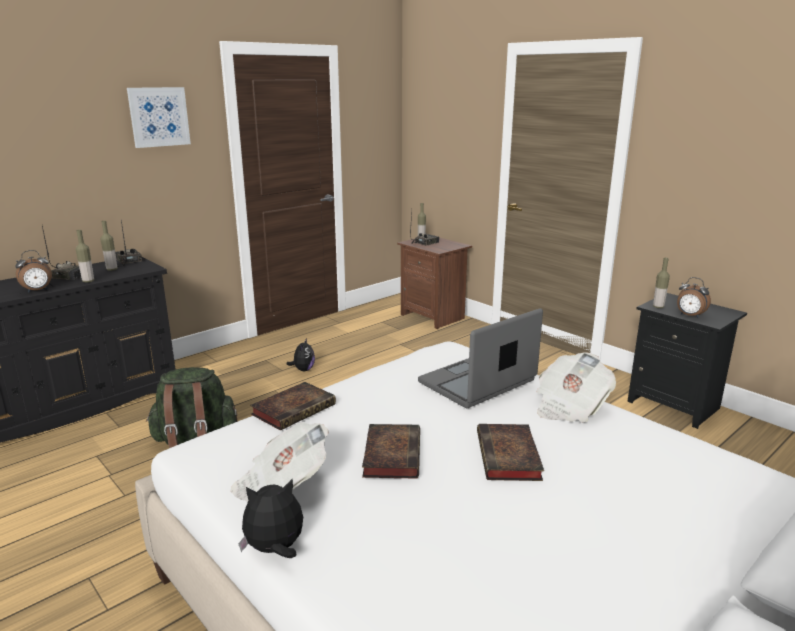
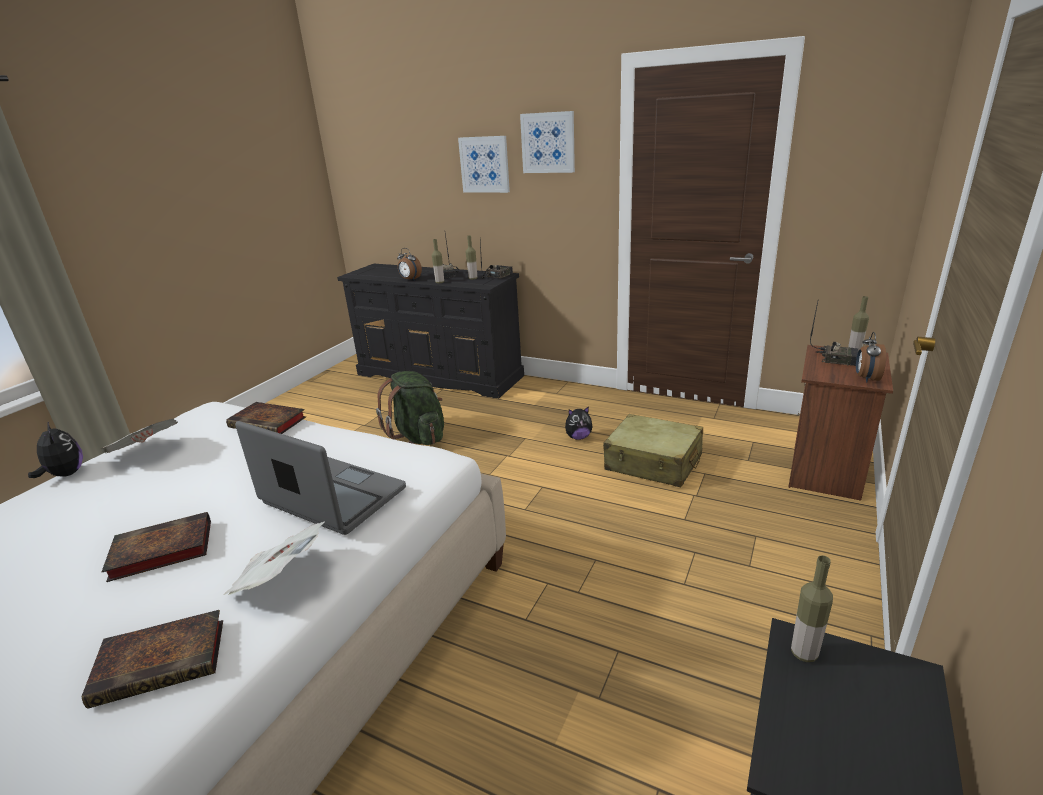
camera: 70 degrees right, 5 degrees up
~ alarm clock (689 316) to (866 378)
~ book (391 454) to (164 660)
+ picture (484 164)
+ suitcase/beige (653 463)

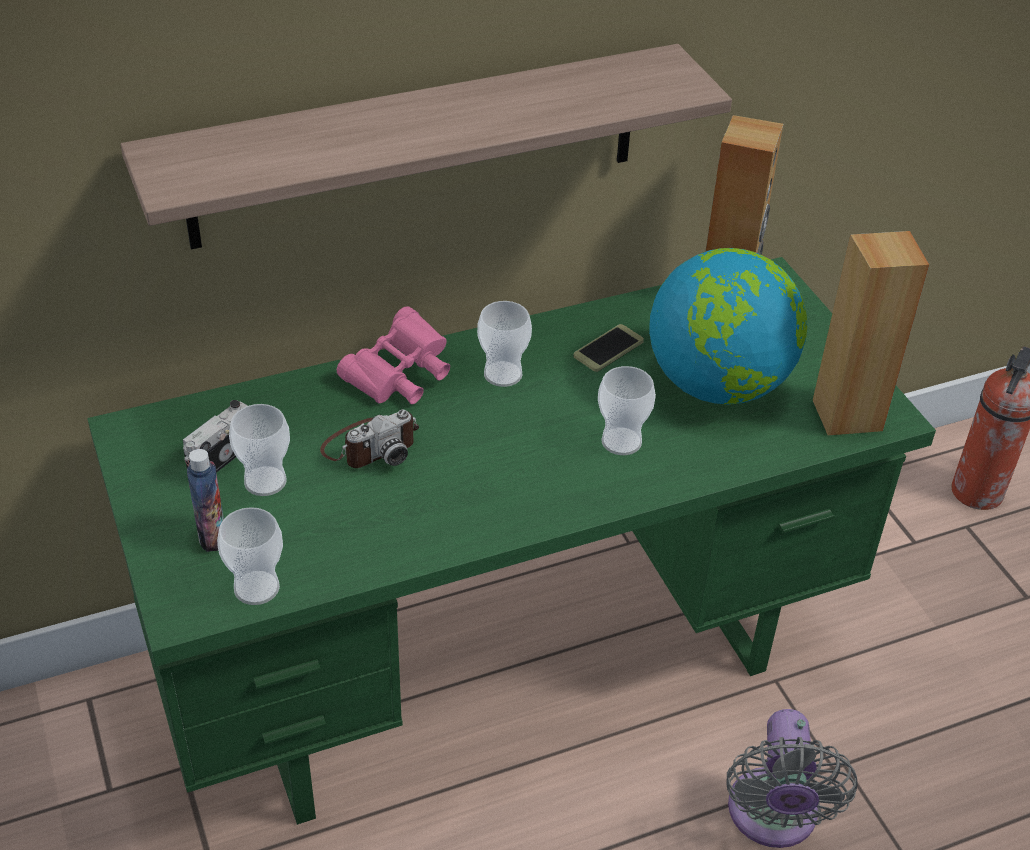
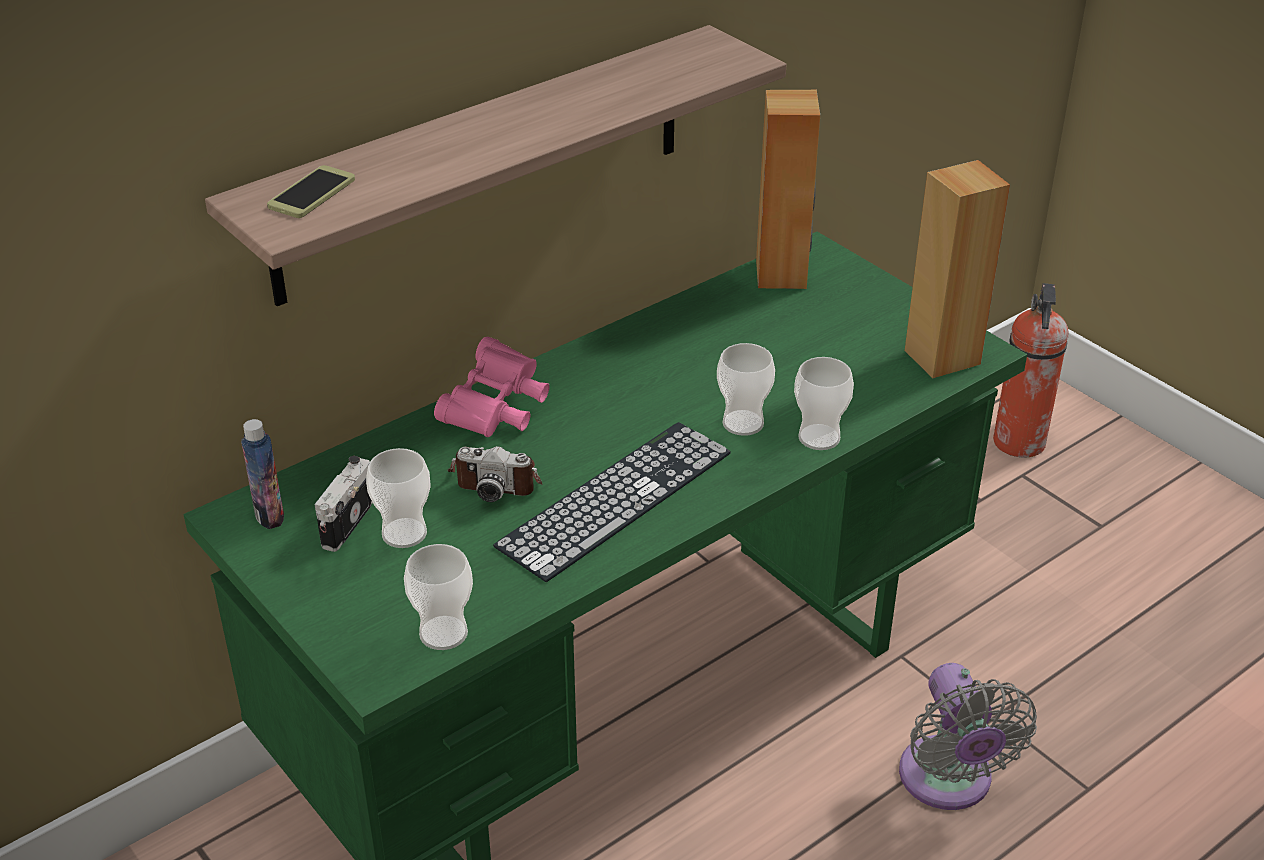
camera: 15 degrees left, 5 degrees down
- globe (718 385)
~ cup (503 374) to (819 437)
~ phone (608 349) to (312 193)
~ photo camera (370 446) = (497 478) 60 degrees clockwise
~ bottle (212 536) to (269 515)
+ keyboard (616 499)

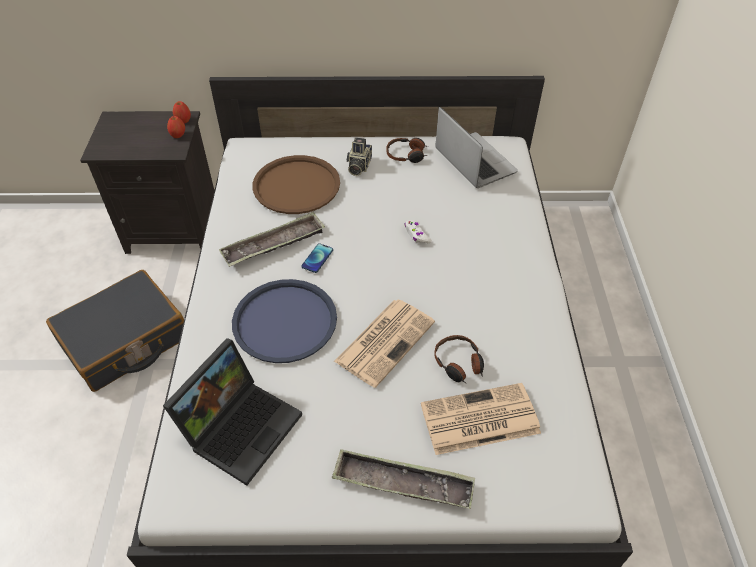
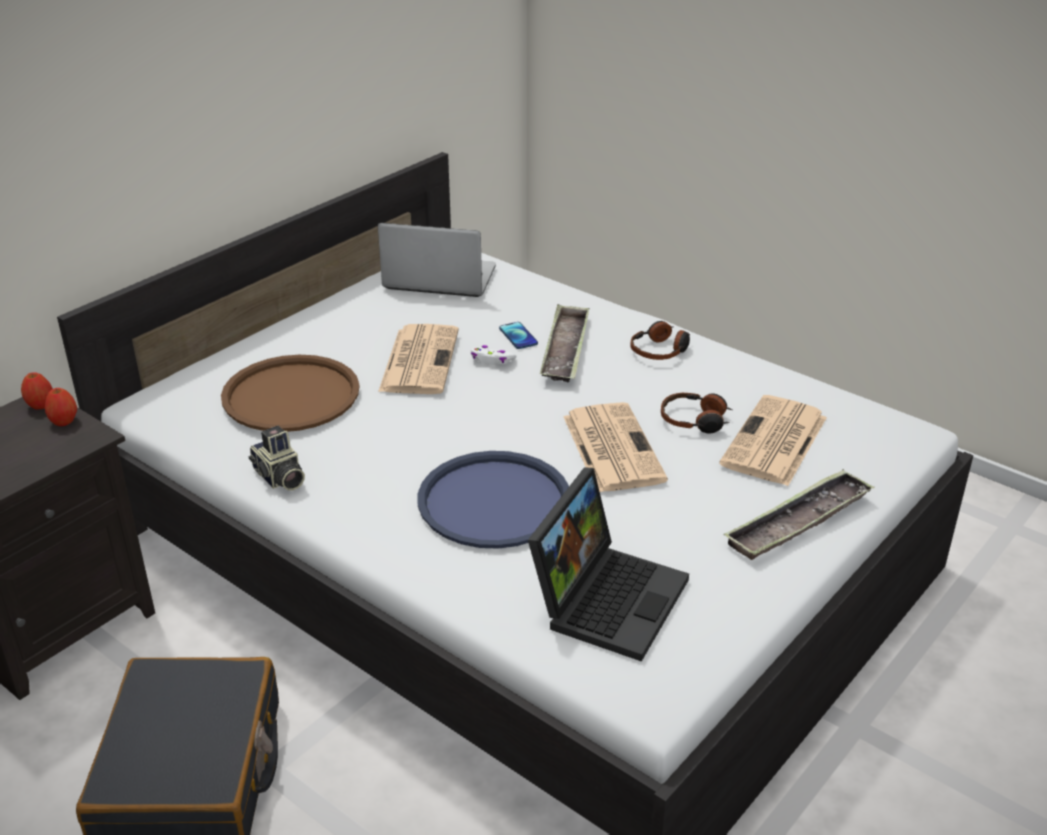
camera: 50 degrees left, 15 degrees down
~ photo camera (358 166) to (279 478)
~ headphones (406 155) to (660 350)
~ tray (274 244) to (565 350)
~ phone (317 258) to (518 336)
~ laptop (242 425) = (607 597) 45 degrees clockwise
+ newspaper (419 360)

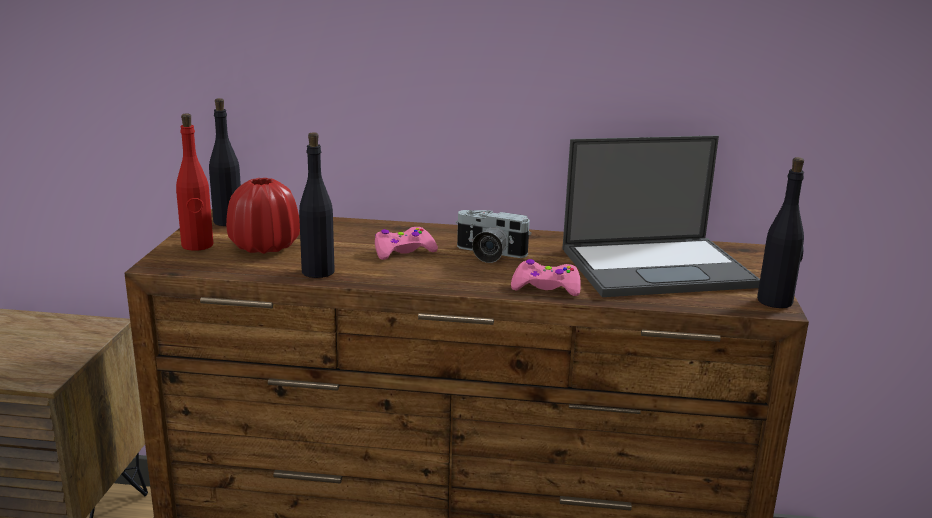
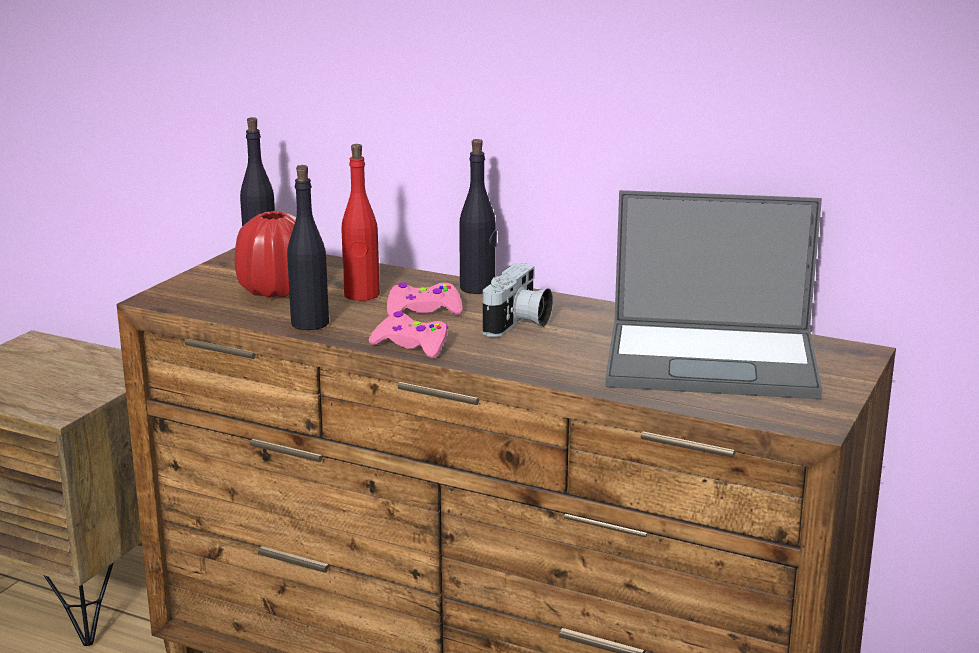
camera: 20 degrees right, 0 degrees up
~ bottle/red (197 245) to (361 295)
~ bottle/black (775 301) to (478 288)
~ photo camera (488 254) = (518 324) 105 degrees counterclockwise
~ game controller/pink (546 287) to (411 345)

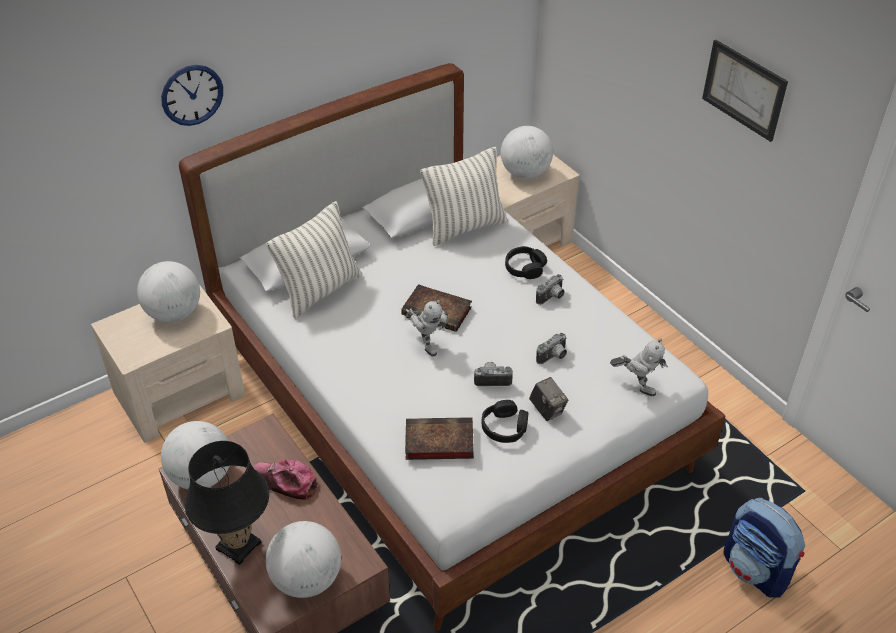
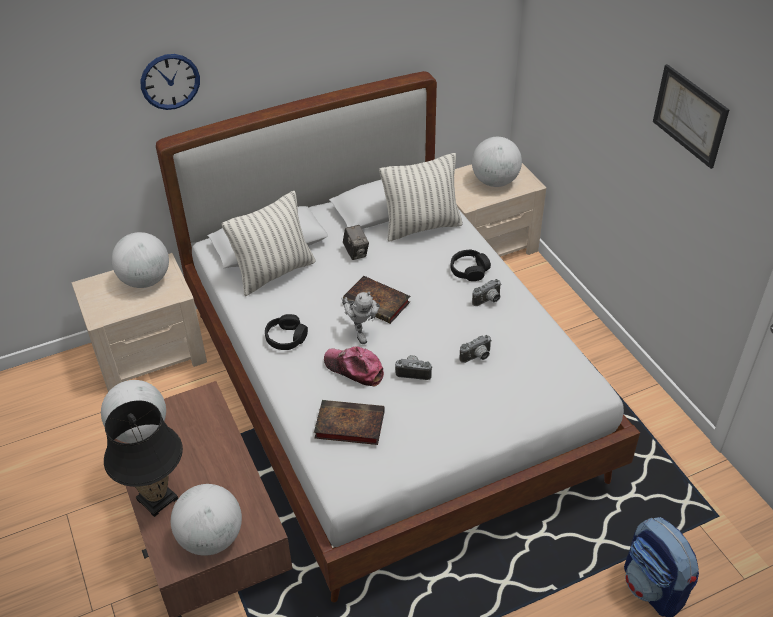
camera: 10 degrees right, 0 degrees up
- toy robot (636 385)
~ photo camera (547 410) to (356 252)
~ headphones/black (504 427) to (286 338)
~ cap (285 482) to (354 369)

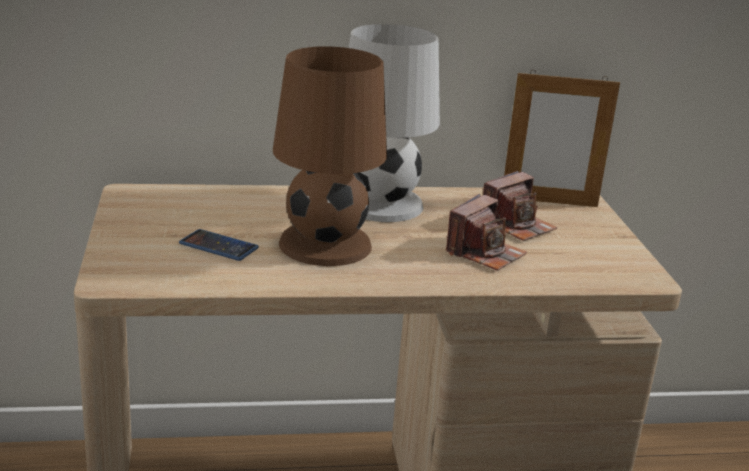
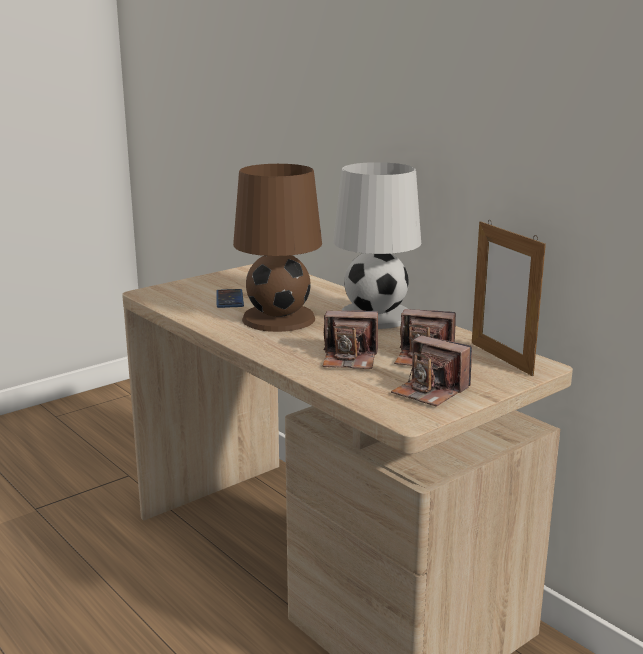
camera: 60 degrees right, 5 degrees down
+ photo camera (430 391)

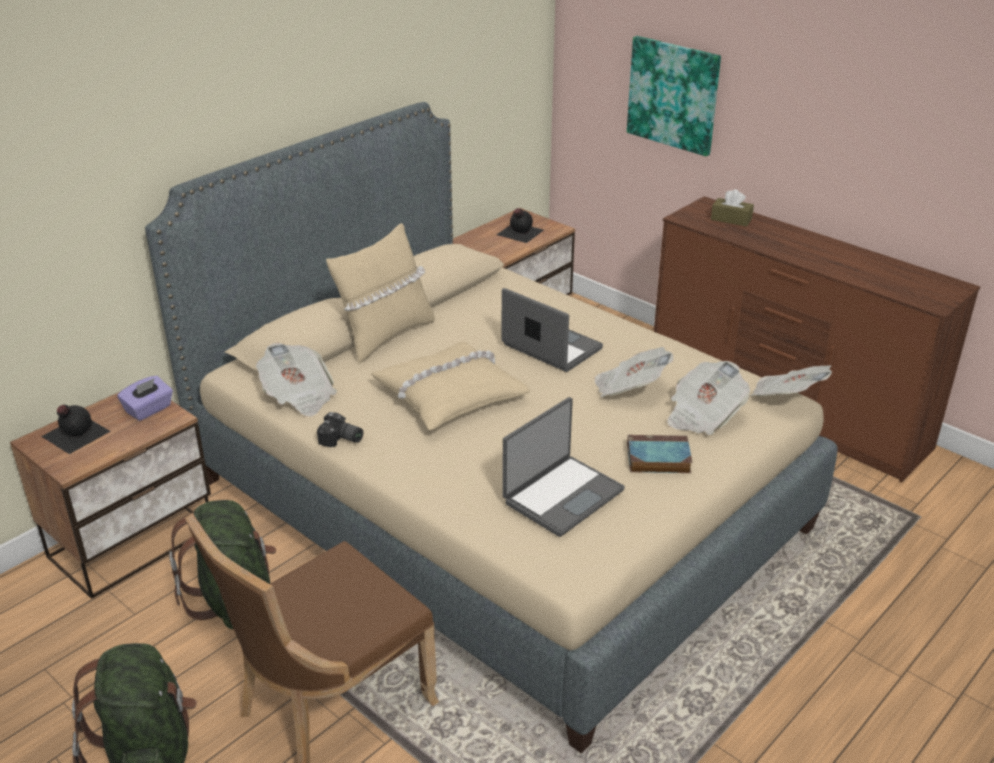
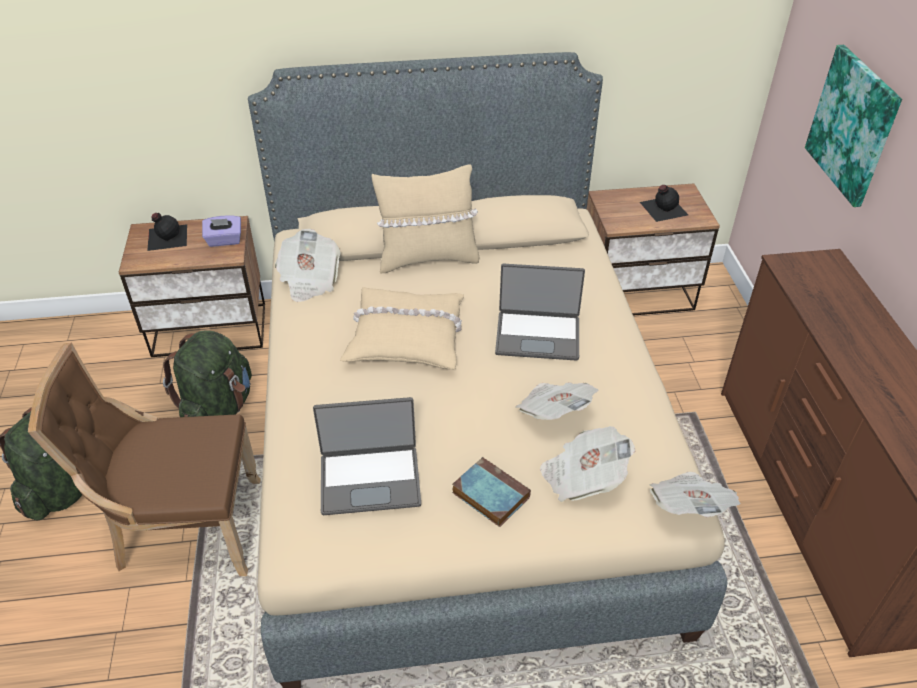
camera: 40 degrees right, 10 degrees up
- tissue box/brown (731 219)
~ laptop (550 348) = (538 335) 105 degrees clockwise
- photo camera (341 440)

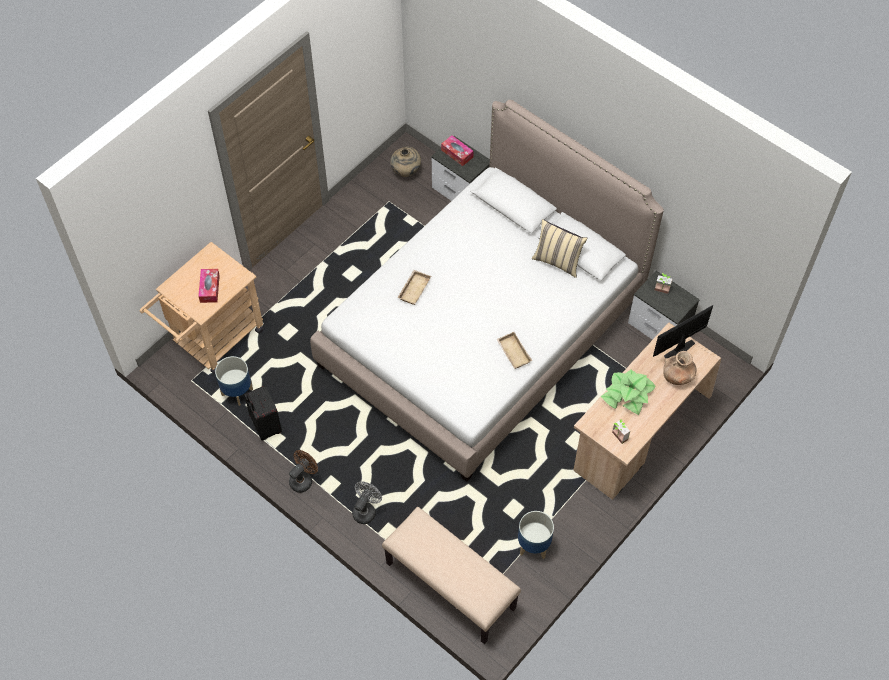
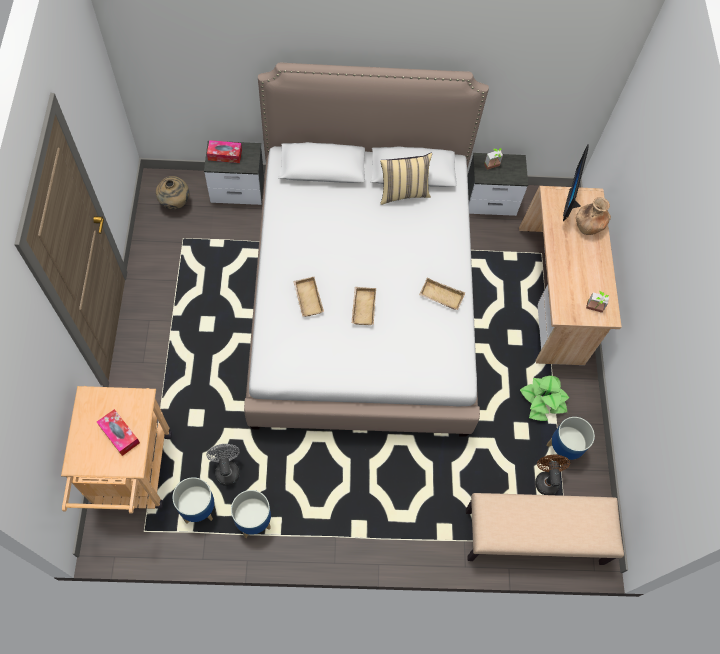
camera: 45 degrees left, 5 degrees up
~ potted plant (627 394) to (543 400)
~ suitcase/black (265 426) to planter (253 521)
~ fan/brown (303 479) to (546 479)
~ fan/grey (366 510) to (226 469)
+ tray/beige (362 307)

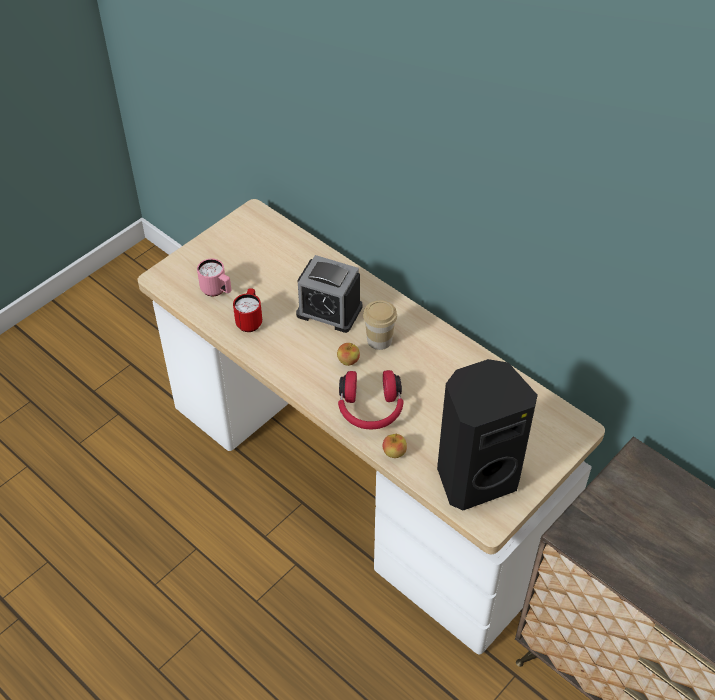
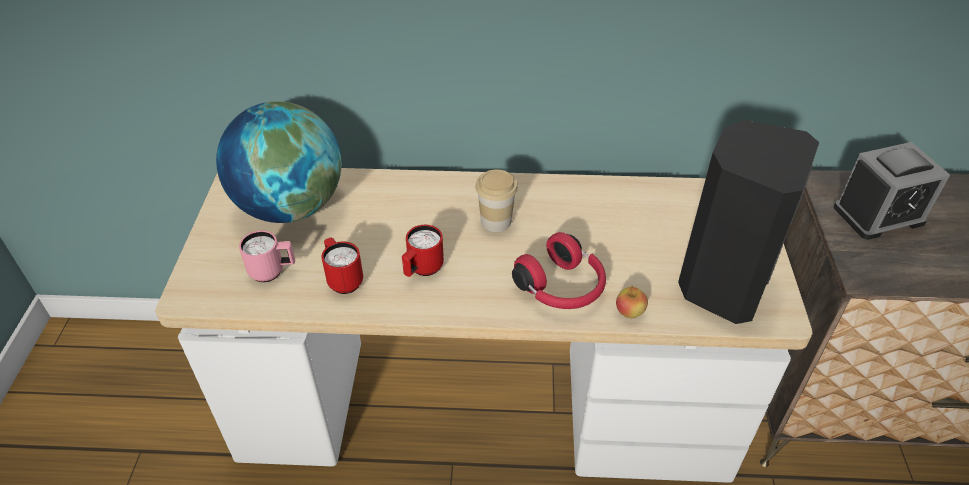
camera: 40 degrees left, 5 degrees down
~ alarm clock (329 311) to (878 215)
- apple (348 361)
+ globe (290 207)
+ mug/red (422 270)

